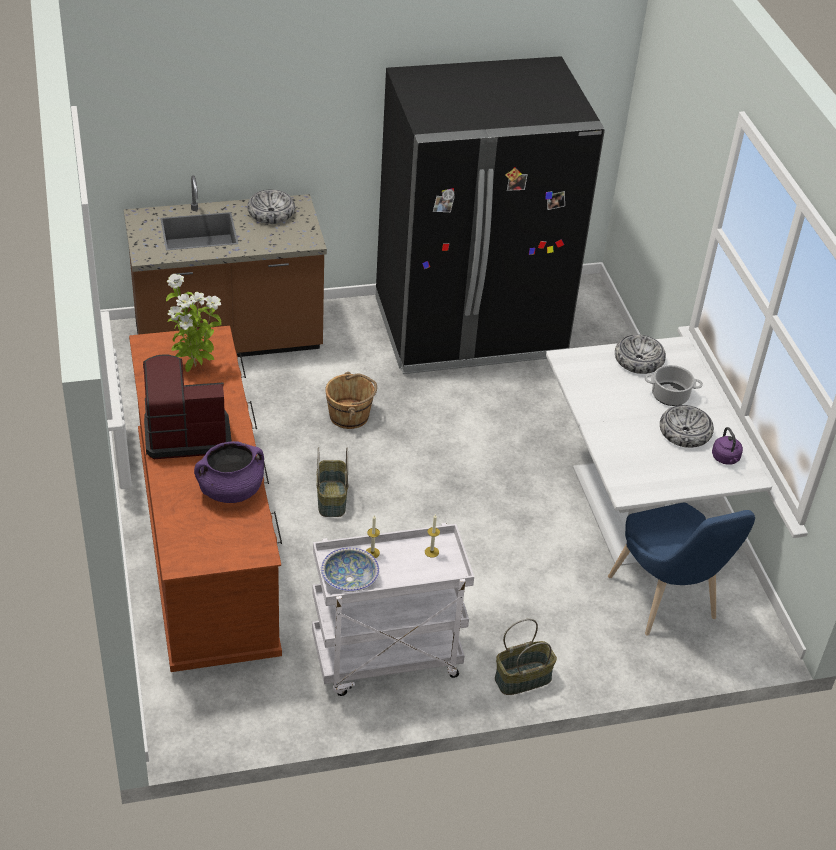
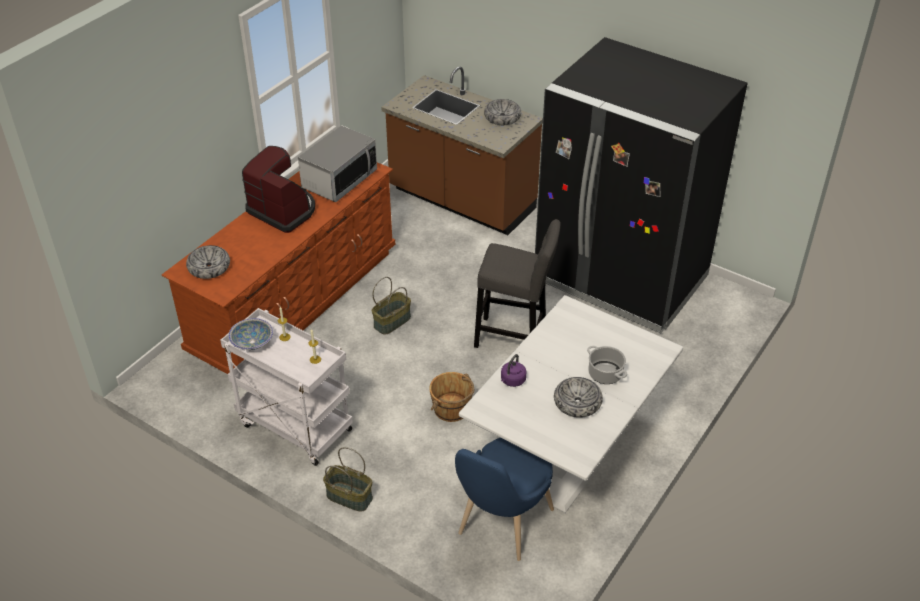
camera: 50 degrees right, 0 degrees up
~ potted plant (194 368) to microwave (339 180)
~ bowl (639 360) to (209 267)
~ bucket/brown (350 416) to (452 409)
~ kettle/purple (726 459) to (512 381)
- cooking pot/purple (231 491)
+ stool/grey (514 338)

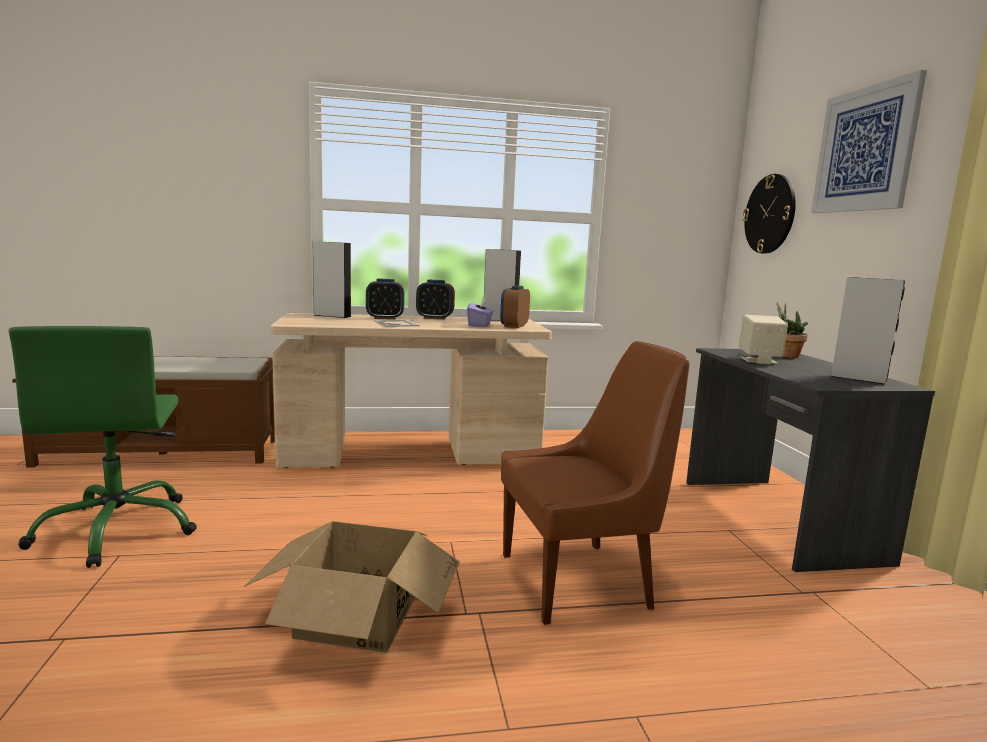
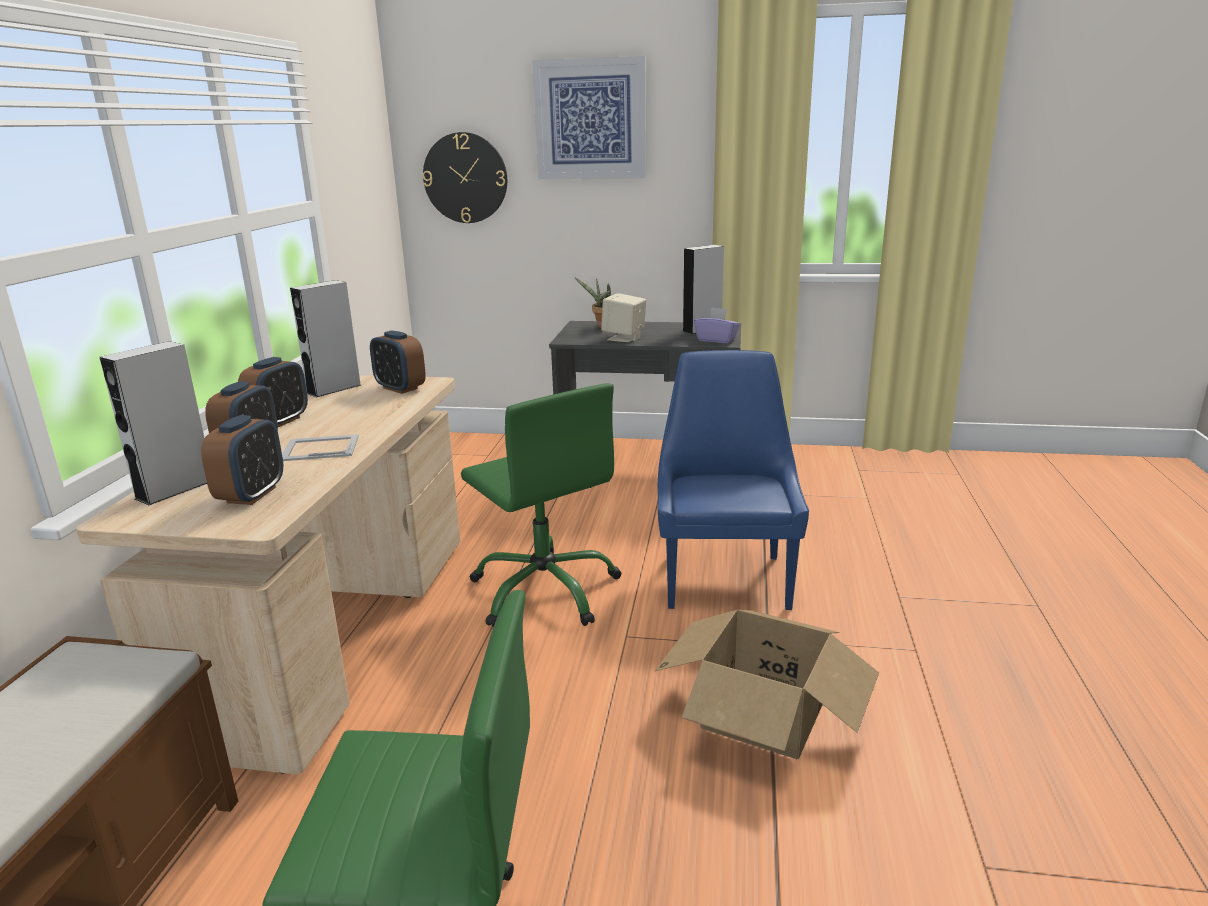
camera: 70 degrees left, 10 degrees up
~ tissue box/purple (480 325) to (716 340)
~ chair/brown (580 580) to chair/blue (725 578)
+ office chair/green (545 590)
+ alarm clock (251 495)

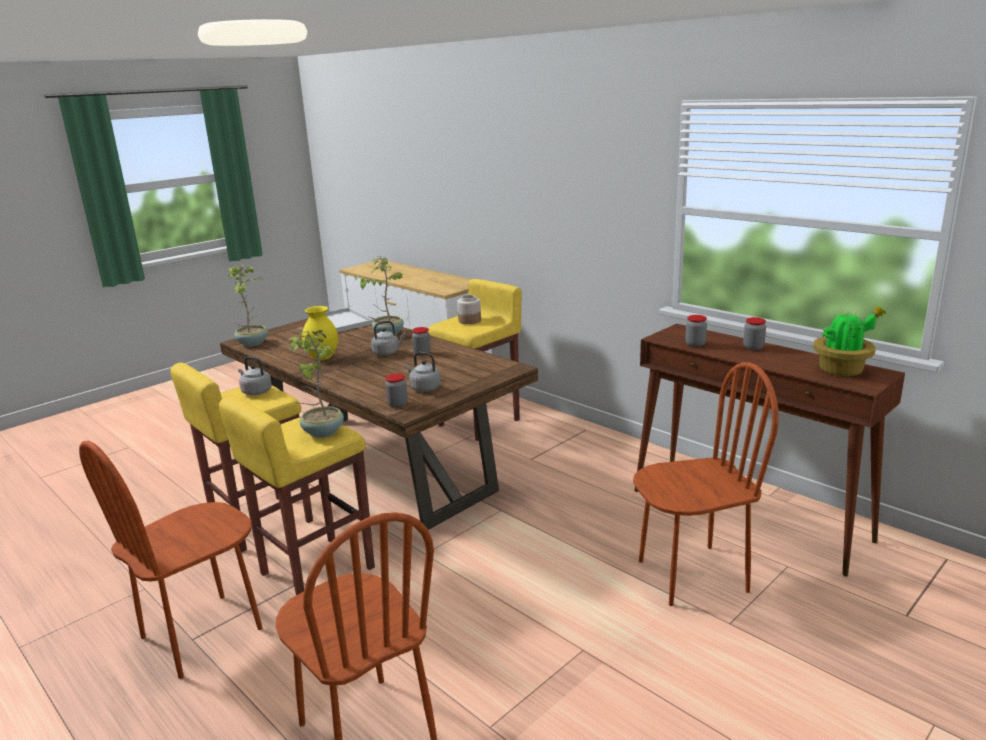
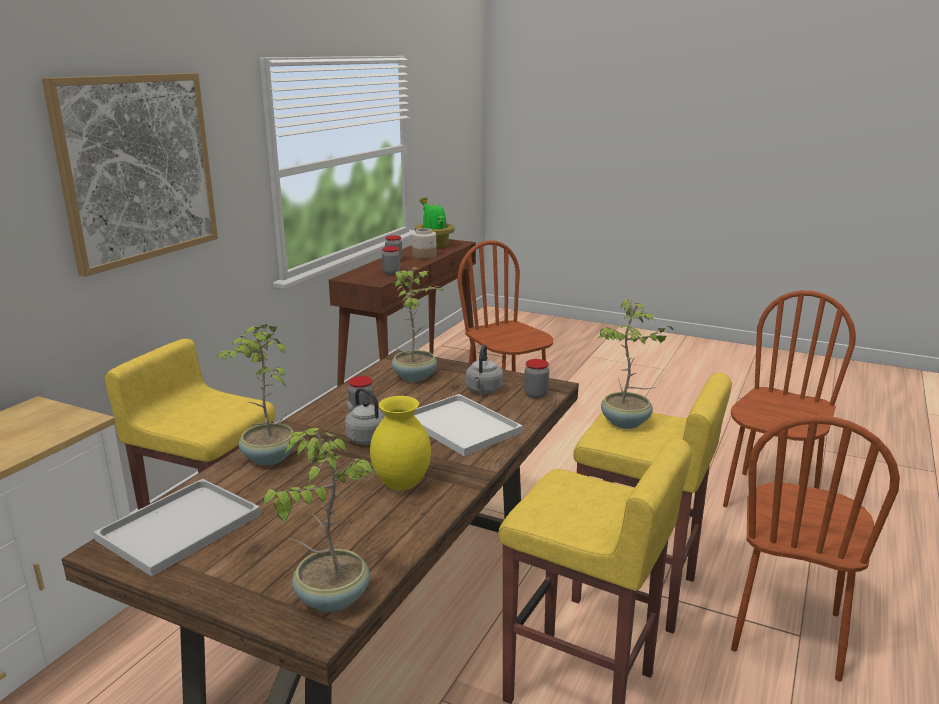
camera: 110 degrees left, 0 degrees up
~ jar (469 321) to (424 256)
- kettle/grey (255 392)
~ chair/brown (202 633) = (787 632) 90 degrees clockwise
+ picture (138 168)
+ potted plant (415 376)
+ tray/white (459 425)

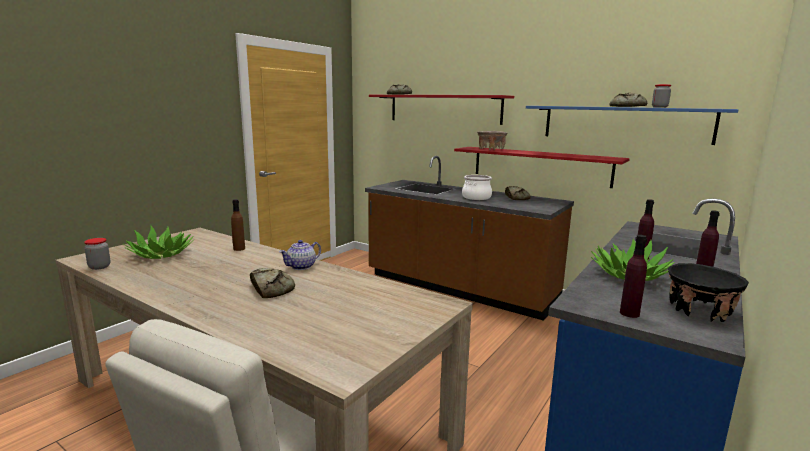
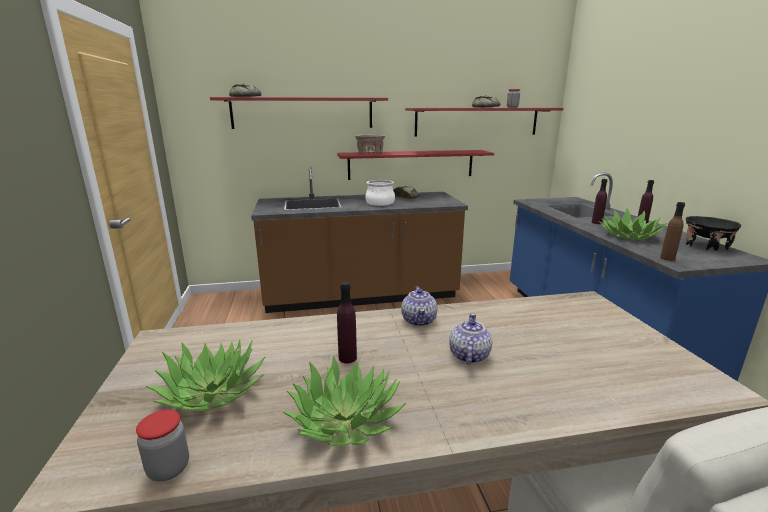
camera: 45 degrees left, 5 degrees up
~ shelf/blue (624 123) to shelf/red (477 121)
~ bottle/brown (239 249) to (667 258)
~ bottle/purple (629 313) to (347 358)
~ bread (271 288) to teapot (468 356)
+ potted plant (346 420)

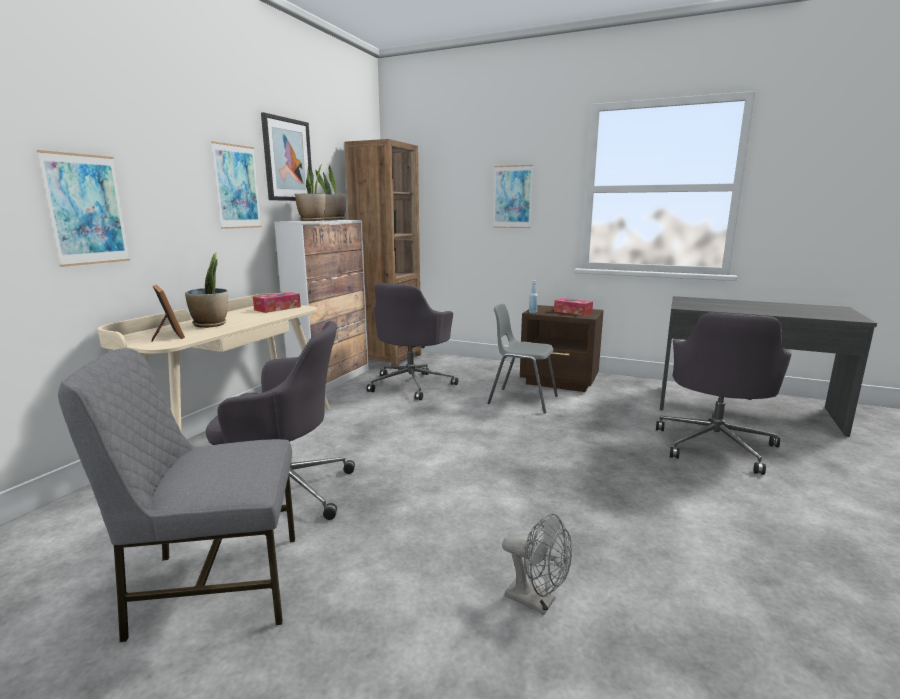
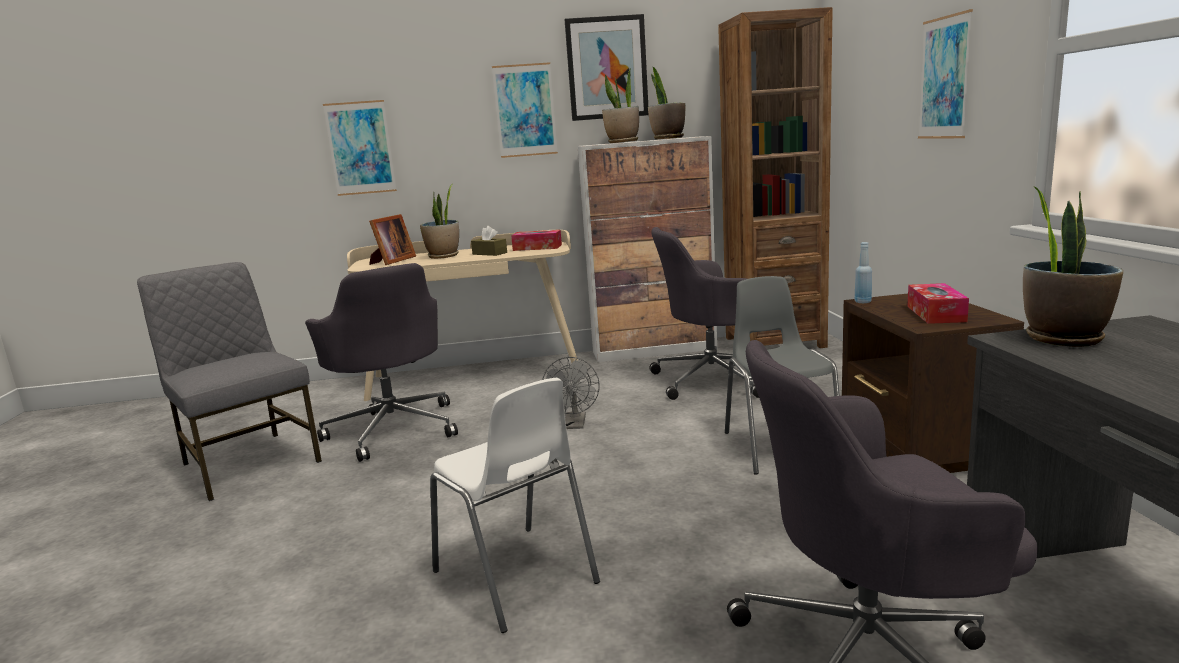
camera: 60 degrees right, 0 degrees up
~ fan/grey (537 601) to (575 425)
+ potted plant (1063 338)
+ tissue box/brown (489 253)
+ chair/white (516 577)

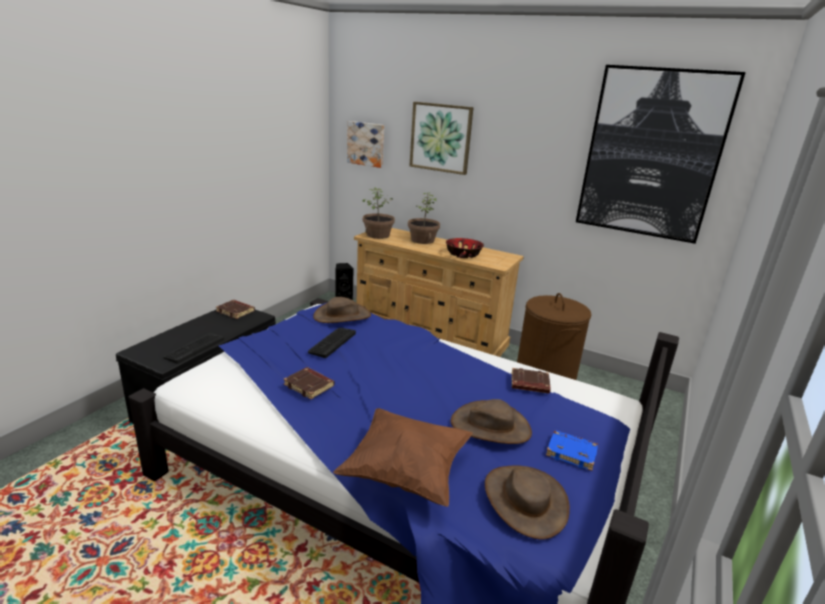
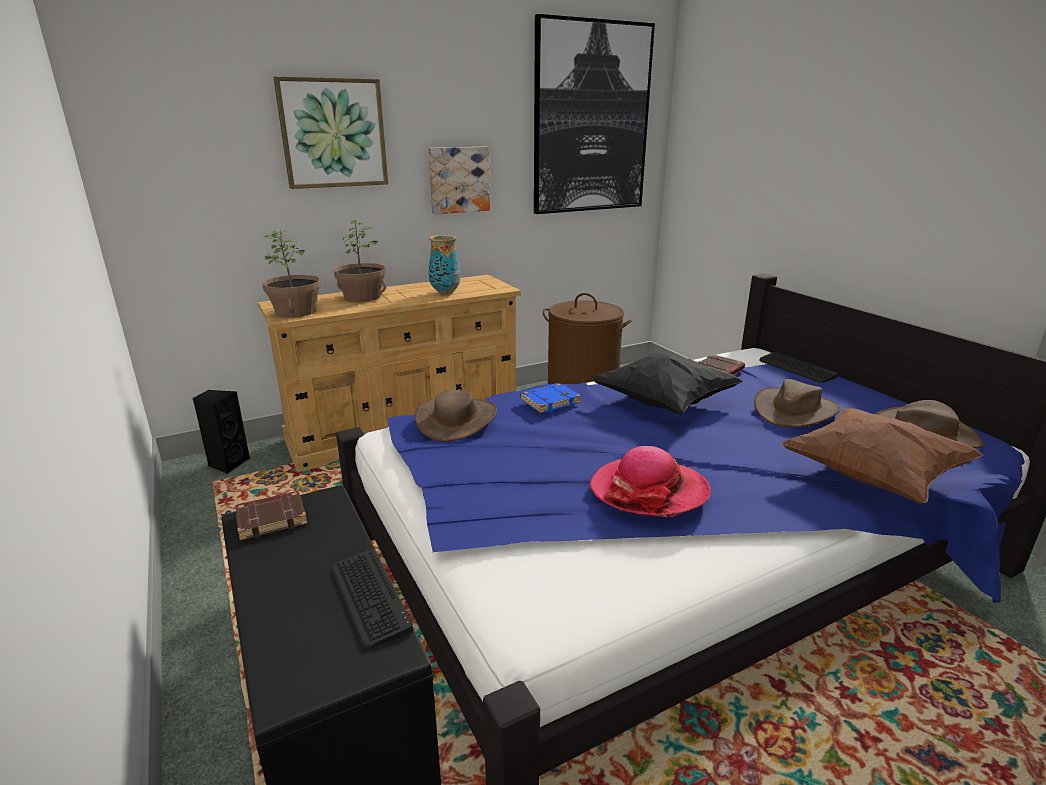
camera: 55 degrees left, 0 degrees up
~ picture (366 144) to (458 179)
~ bowl (463 254) to vase (445 292)
~ keyboard (332 342) to (796 368)
~ book/brown (310 386) to hat (649 491)
~ book/blue (572 453) to (549 401)
+ pillow/black (664 403)

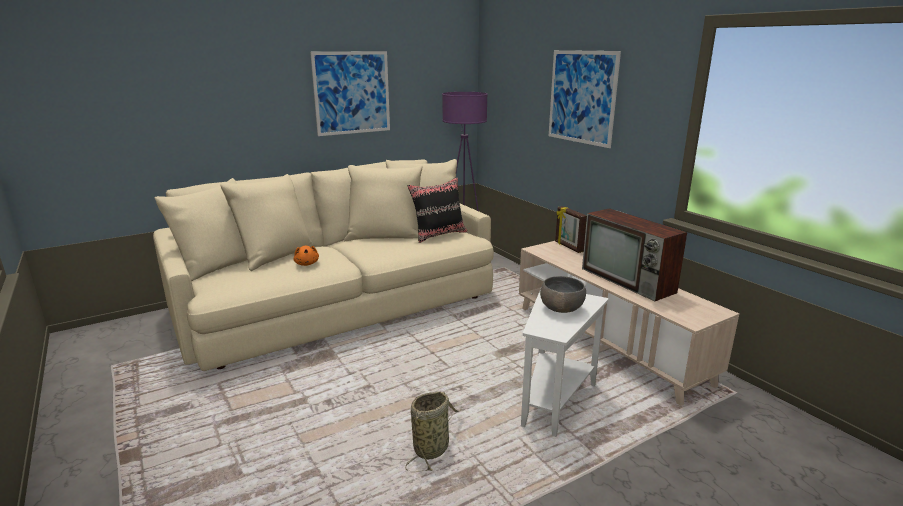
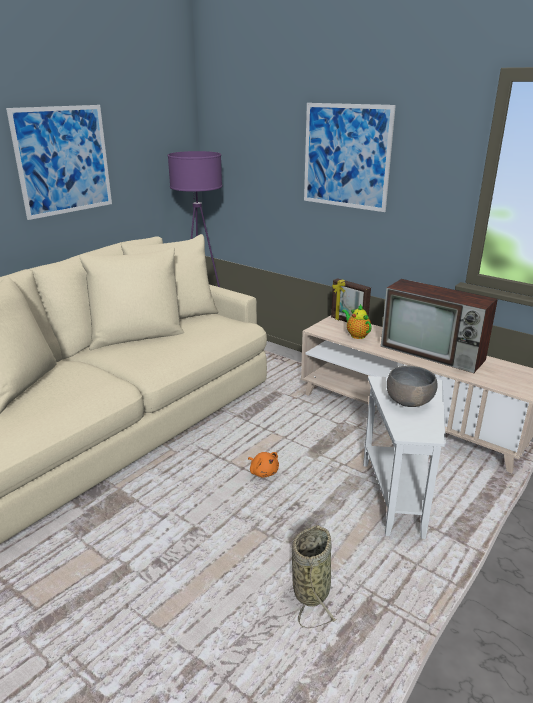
camera: 20 degrees left, 5 degrees up
- pillow/black (439 234)
~ plush toy/orange (307 264) to (263 472)
+ teapot (356 335)

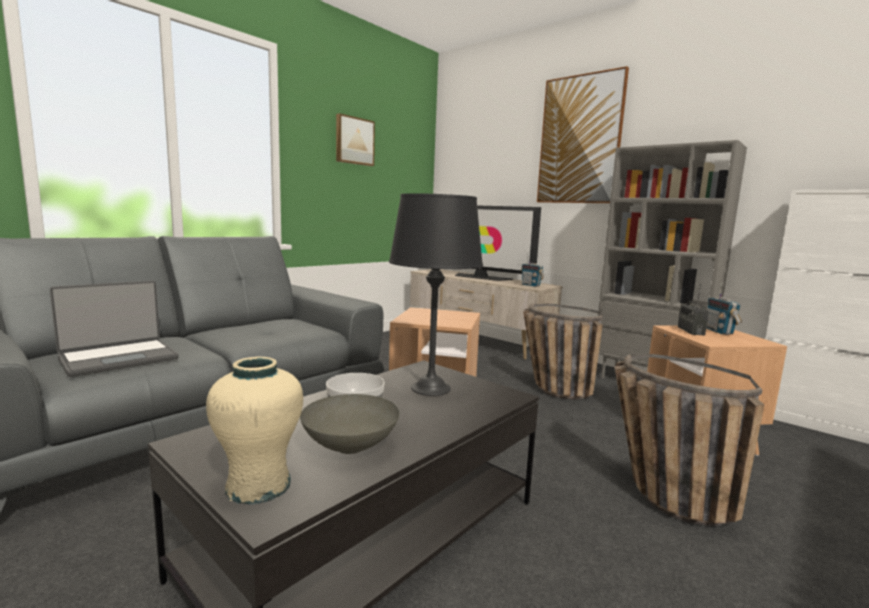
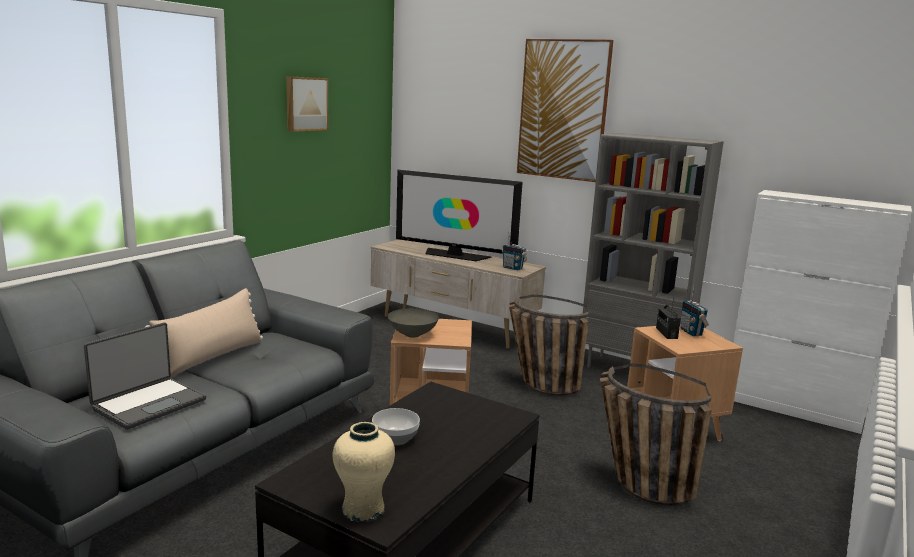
camera: 10 degrees left, 5 degrees up
- table lamp/black (431 388)
~ bowl/grey (349 446) to (412 334)
+ pillow/beige (212 357)

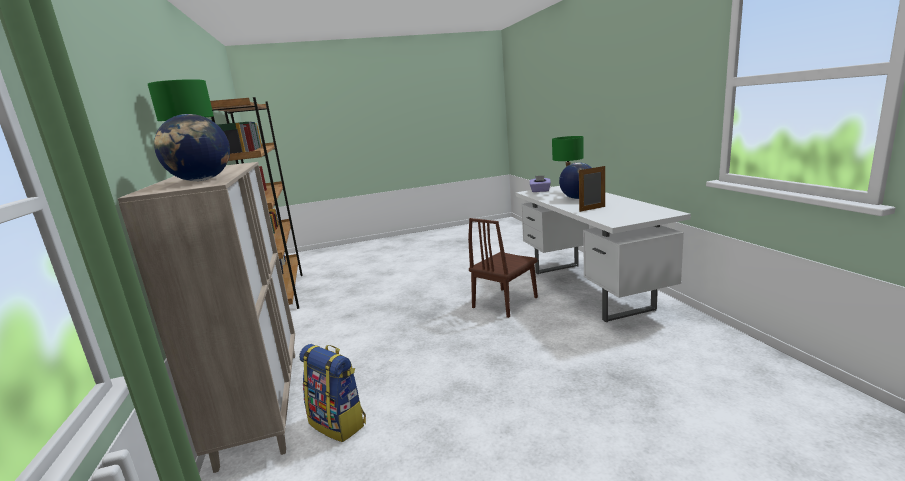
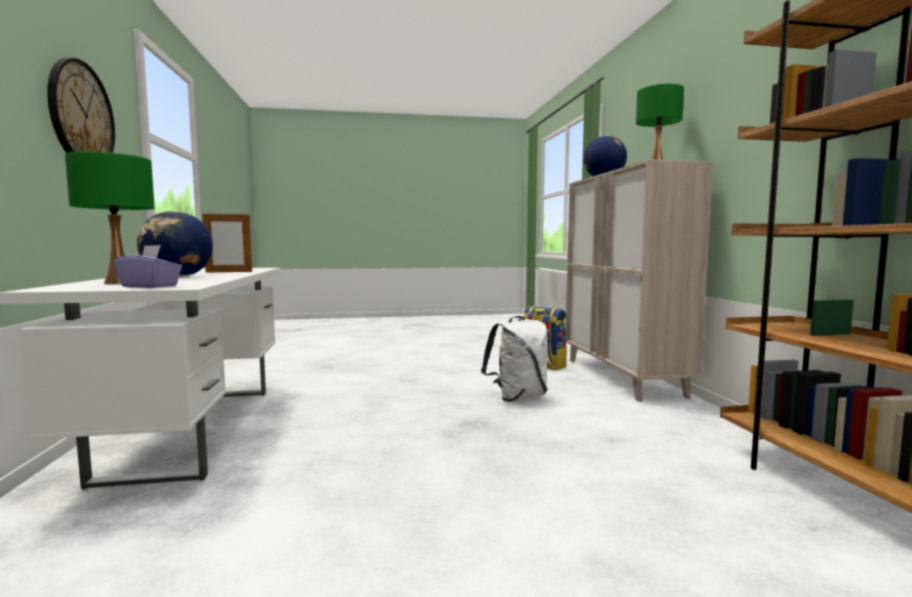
camera: 175 degrees left, 10 degrees down
- chair/brown (505 302)
+ wall clock (81 115)
+ backpack/white (517 397)

